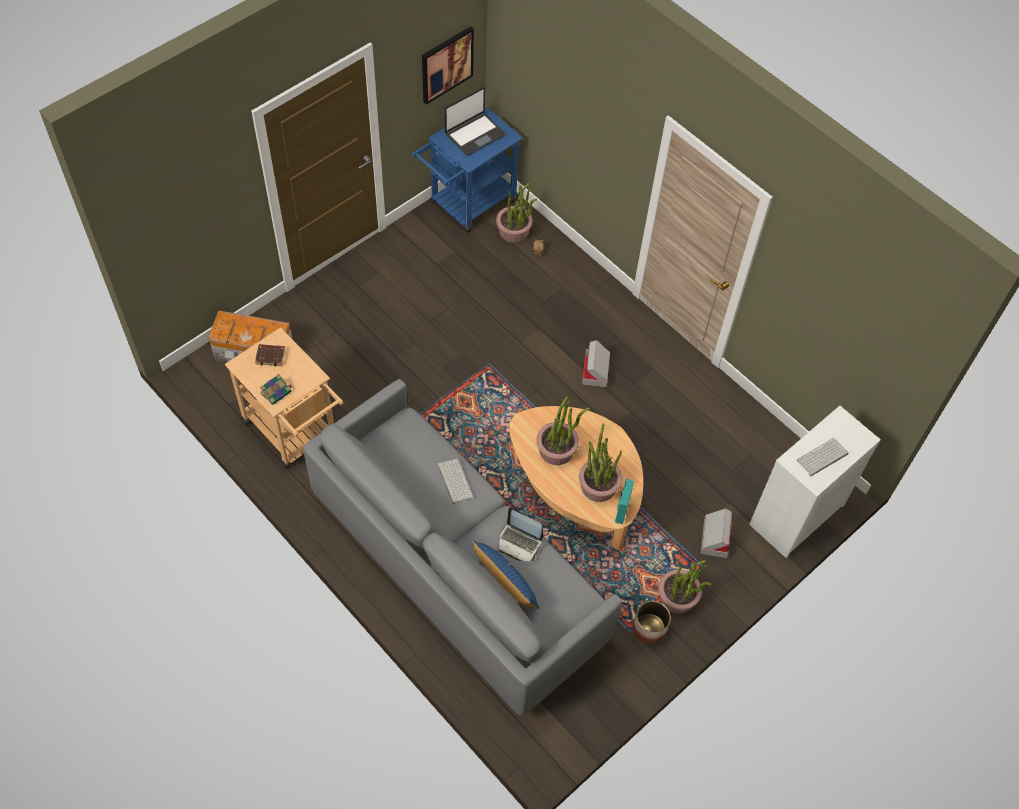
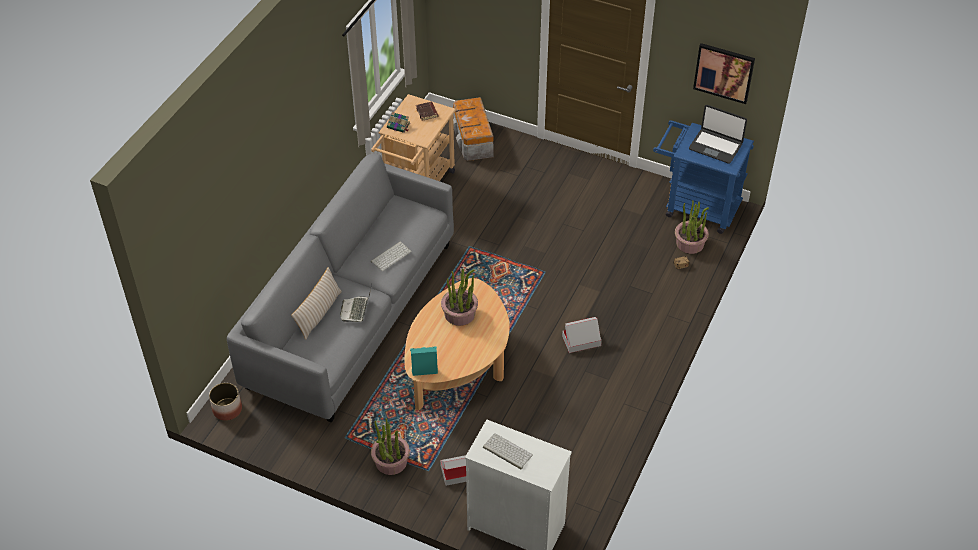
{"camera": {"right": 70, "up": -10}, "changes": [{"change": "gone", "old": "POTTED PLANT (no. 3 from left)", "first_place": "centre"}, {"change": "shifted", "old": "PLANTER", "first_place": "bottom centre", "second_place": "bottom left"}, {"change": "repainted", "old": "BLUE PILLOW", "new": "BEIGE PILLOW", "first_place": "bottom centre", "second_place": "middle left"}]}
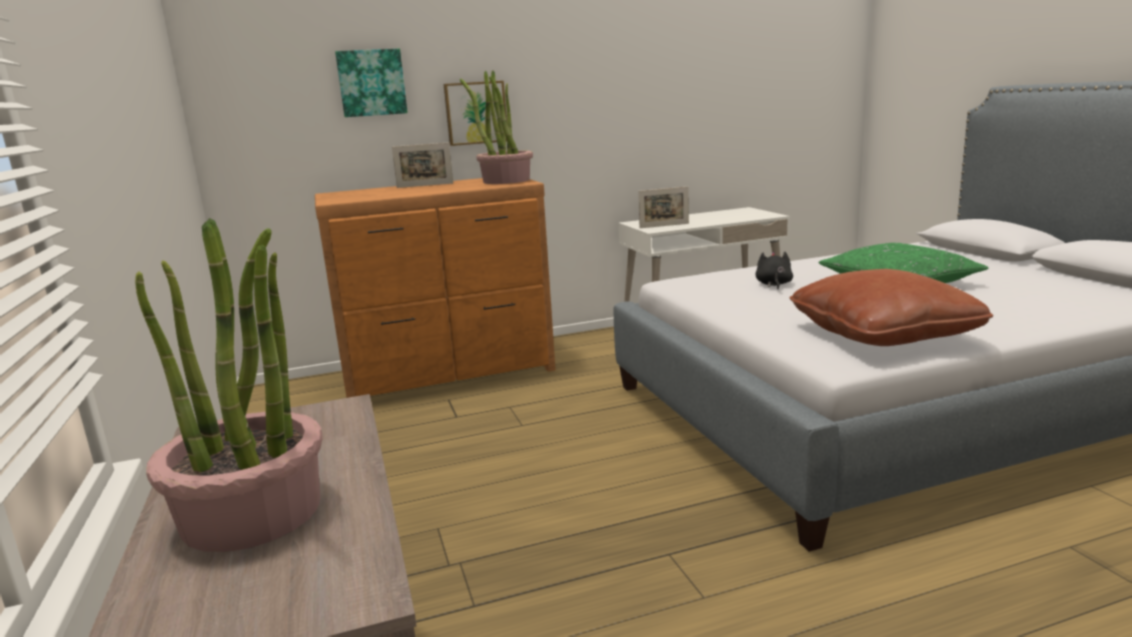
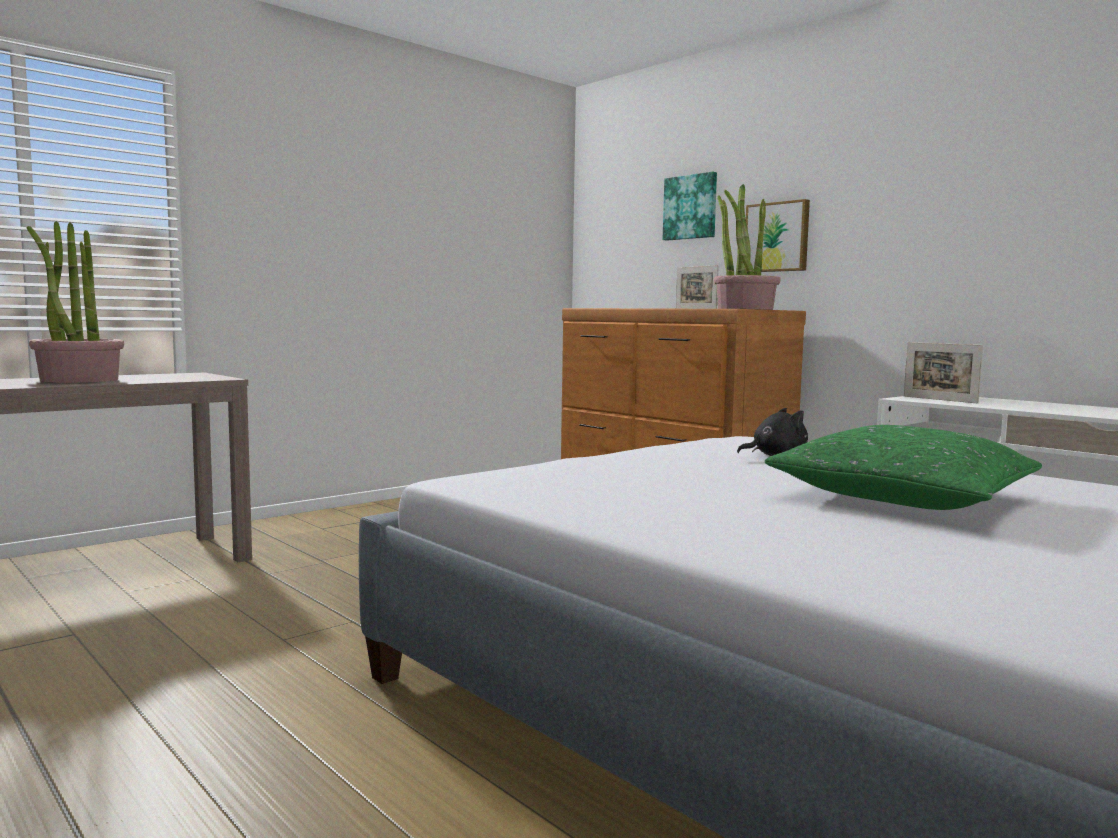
{"camera": {"right": 65, "up": -10}, "changes": [{"change": "gone", "old": "BROWN PILLOW", "first_place": "middle right"}]}
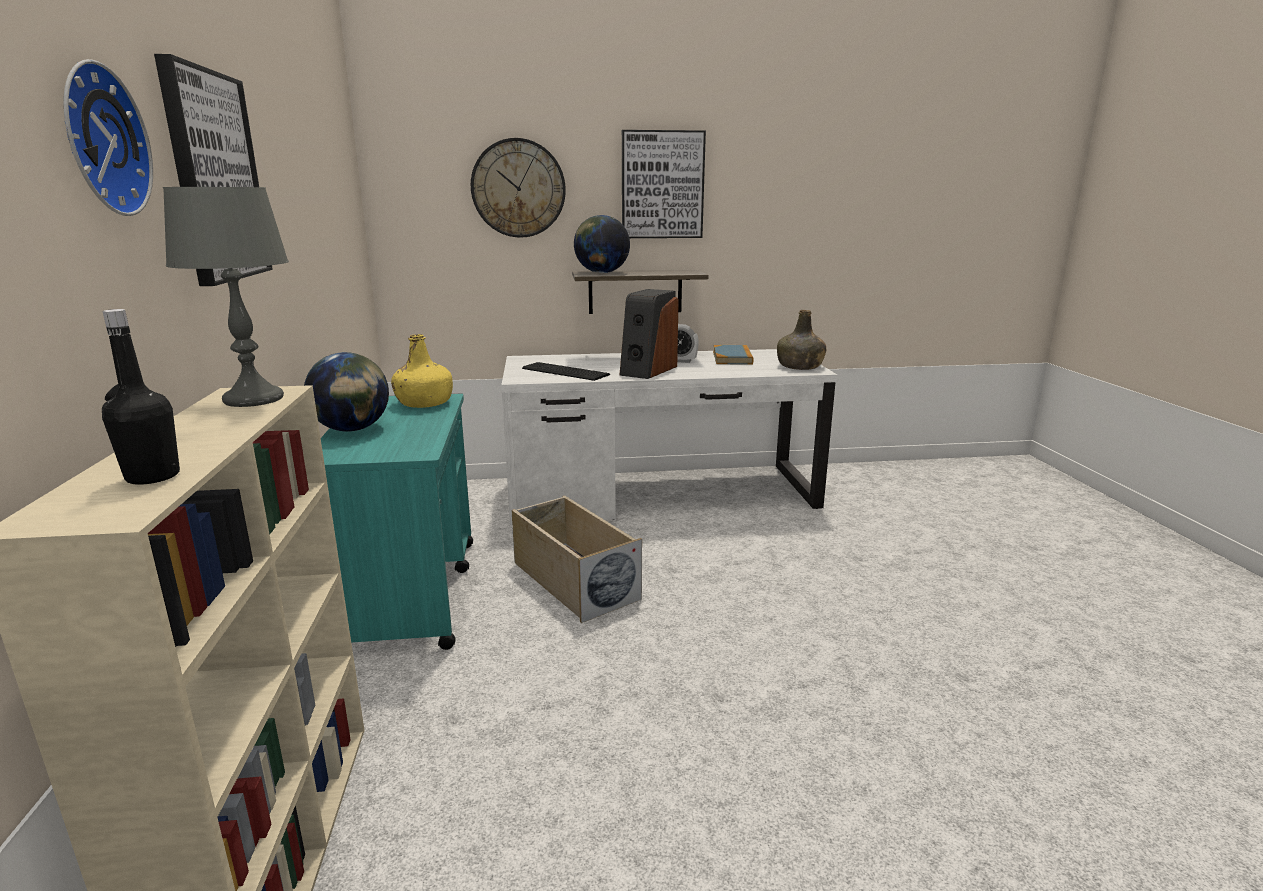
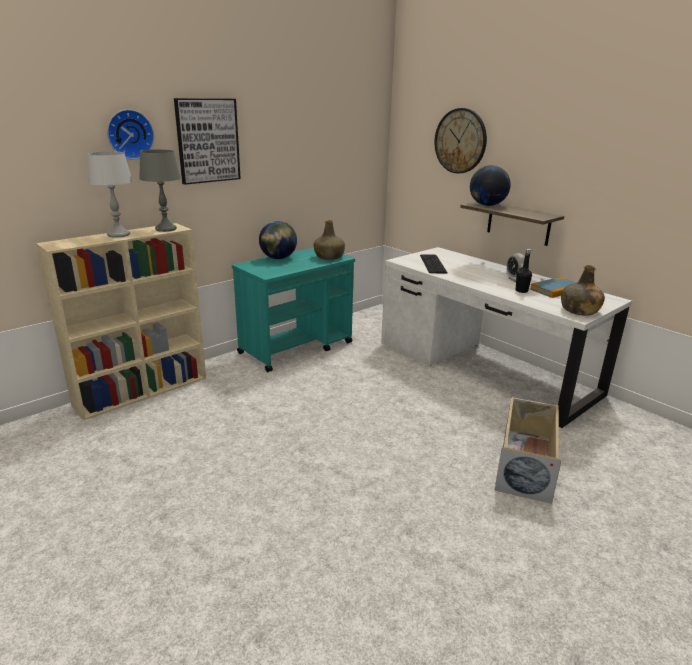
{"camera": {"right": 55, "up": 5}, "changes": [{"change": "gone", "old": "SPEAKER", "first_place": "centre"}, {"change": "gone", "old": "PICTURE (no. 2 from left)", "first_place": "top centre"}, {"change": "new", "new": "GREY TABLE LAMP (no. 1 from left)", "second_place": "top left"}, {"change": "shifted", "old": "BLACK BOTTLE", "first_place": "middle left", "second_place": "middle right"}, {"change": "shifted", "old": "BEIGE STORAGE BOX", "first_place": "centre", "second_place": "bottom right"}, {"change": "repainted", "old": "YELLOW BOTTLE", "new": "GREEN BOTTLE (no. 1 from left)", "first_place": "centre", "second_place": "centre"}]}
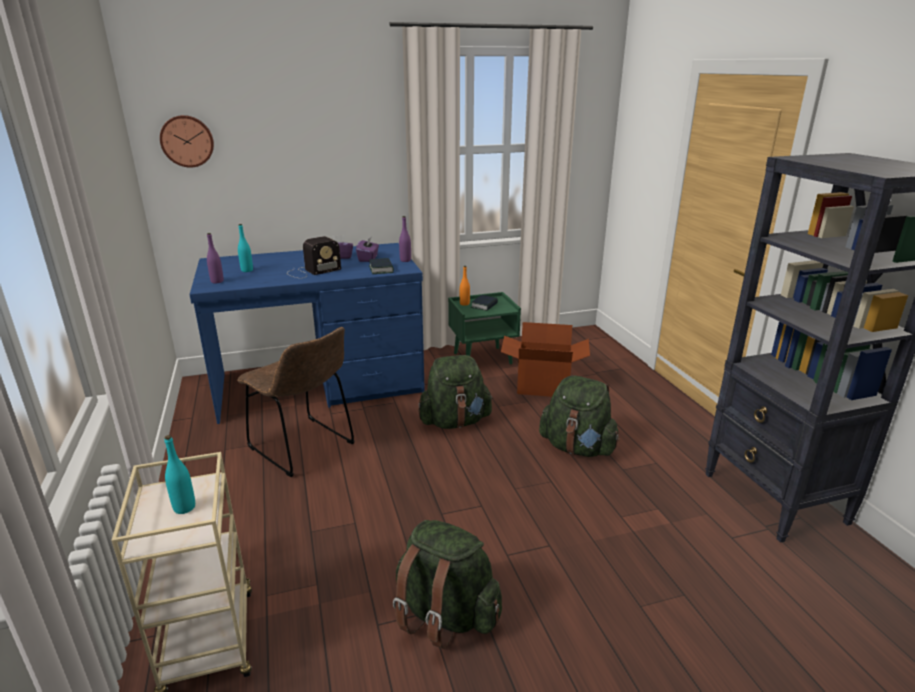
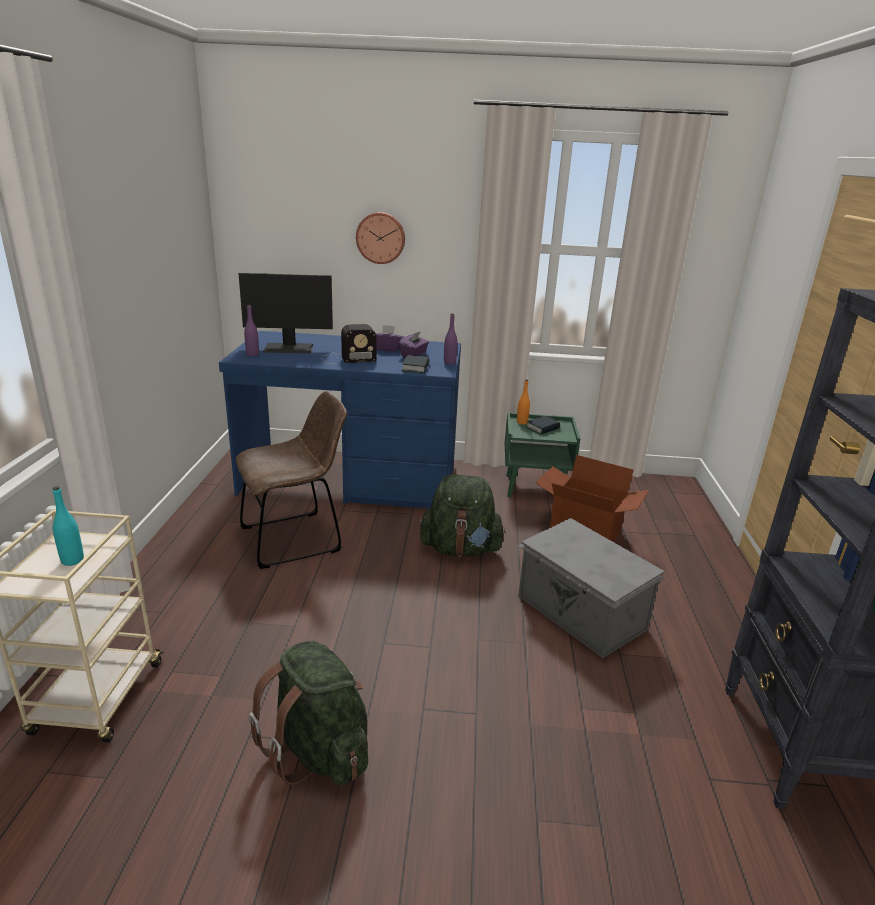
{"camera": {"right": 20, "up": 0}, "changes": [{"change": "shifted", "old": "WALL CLOCK", "first_place": "top left", "second_place": "top centre"}, {"change": "swapped", "old": "TURQUOISE BOTTLE (no. 2 from left)", "new": "MONITOR", "first_place": "middle left", "second_place": "middle left"}, {"change": "swapped", "old": "GREEN BACKPACK (no. 3 from left)", "new": "GREY STORAGE BOX", "first_place": "centre", "second_place": "middle right"}, {"change": "rotated", "old": "BROWN CHAIR", "first_place": "middle left", "second_place": "middle left", "degrees": -90}]}
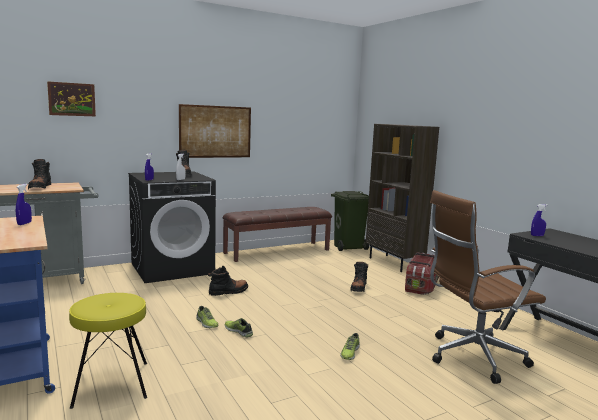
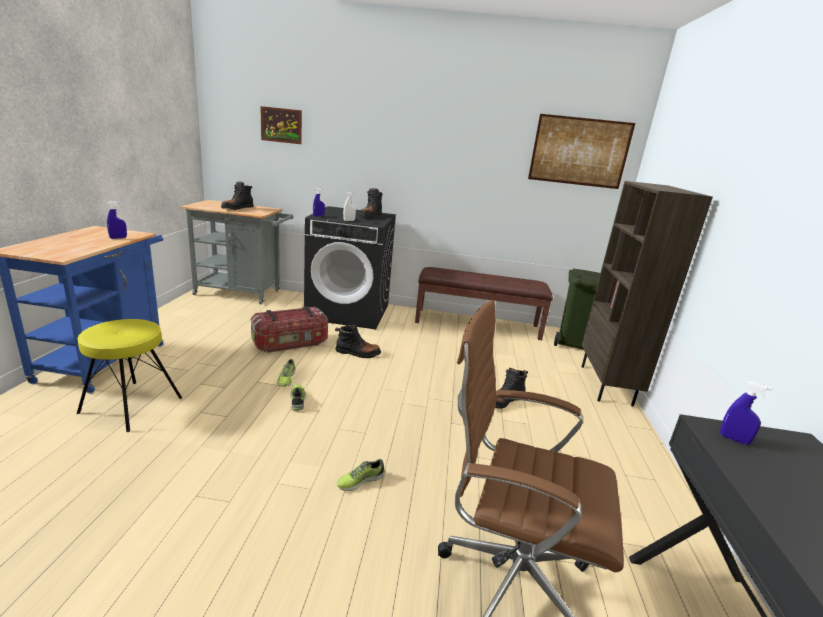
{"camera": {"right": 35, "up": 10}, "changes": [{"change": "shifted", "old": "PICTURE (no. 2 from left)", "first_place": "top centre", "second_place": "top right"}, {"change": "shifted", "old": "STORAGE BOX", "first_place": "middle right", "second_place": "centre"}]}
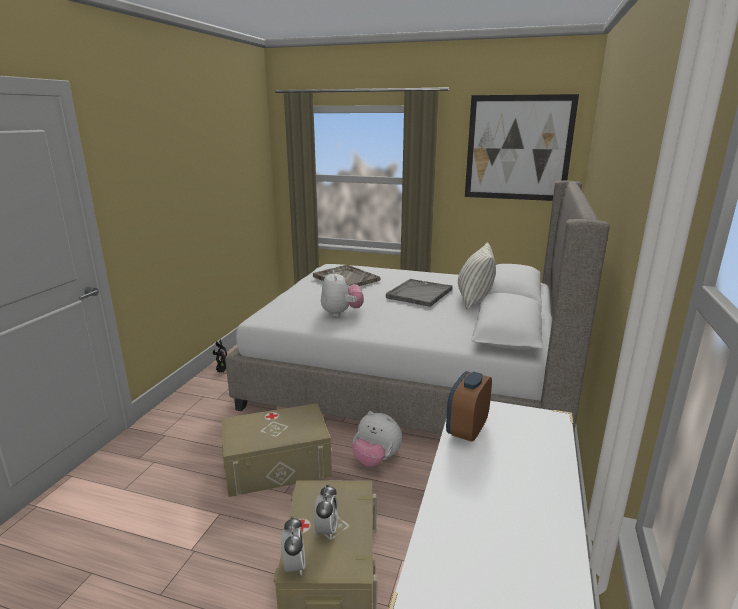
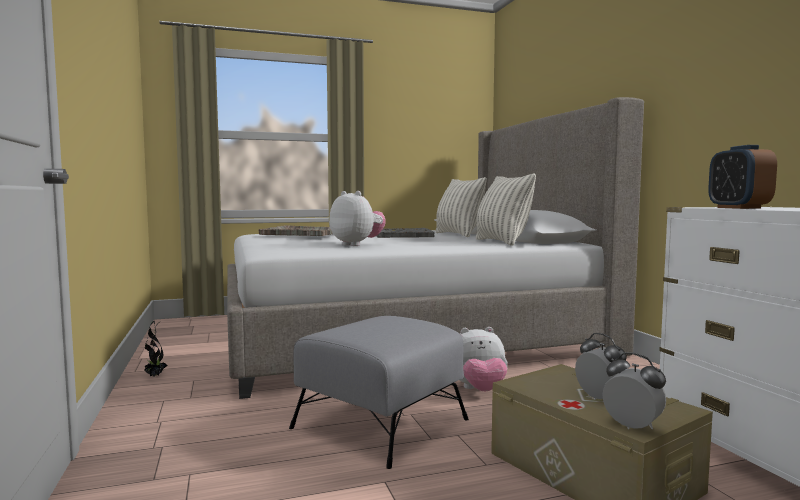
{"camera": {"right": -35, "up": -15}, "changes": [{"change": "gone", "old": "PICTURE", "first_place": "top right"}, {"change": "new", "new": "PILLOW (no. 2 from left)", "second_place": "centre"}, {"change": "swapped", "old": "BEIGE STORAGE BOX (no. 1 from left)", "new": "GREY OTTOMAN", "first_place": "bottom centre", "second_place": "bottom centre"}]}
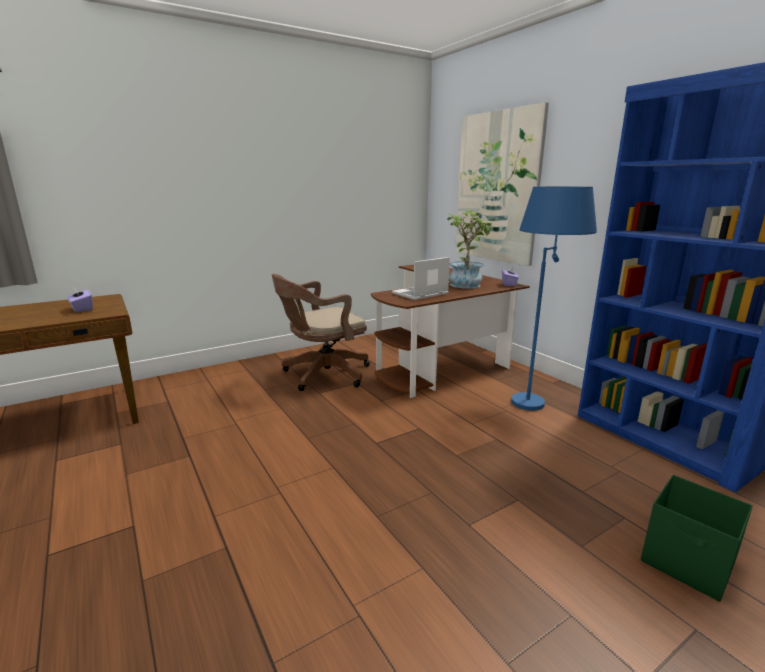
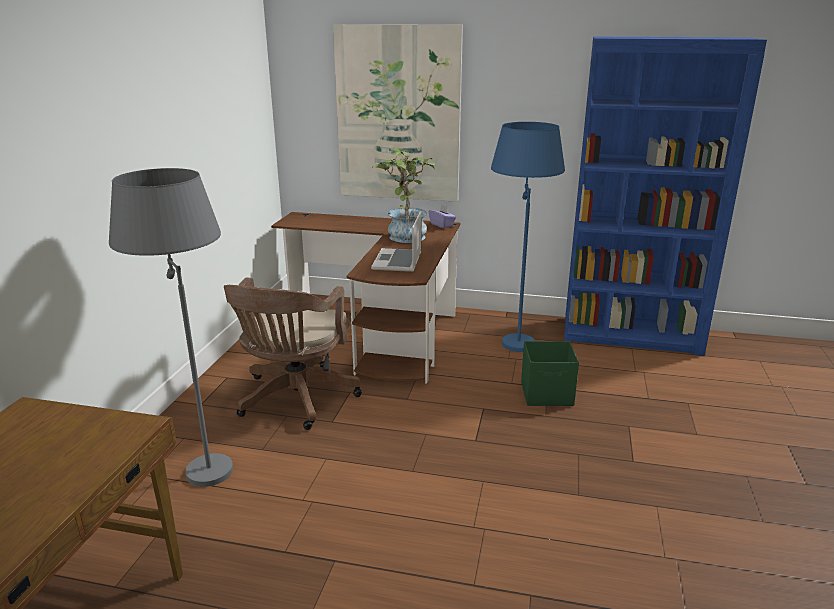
{"camera": {"right": -45, "up": 5}, "changes": [{"change": "gone", "old": "PURPLE TISSUE BOX (no. 1 from left)", "first_place": "middle left"}, {"change": "new", "new": "GREY FLOOR LAMP", "second_place": "middle left"}, {"change": "shifted", "old": "GREEN STORAGE BOX", "first_place": "bottom right", "second_place": "centre"}]}
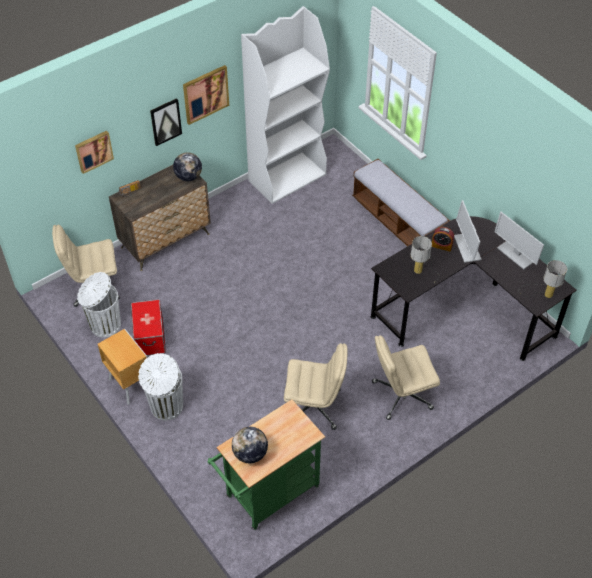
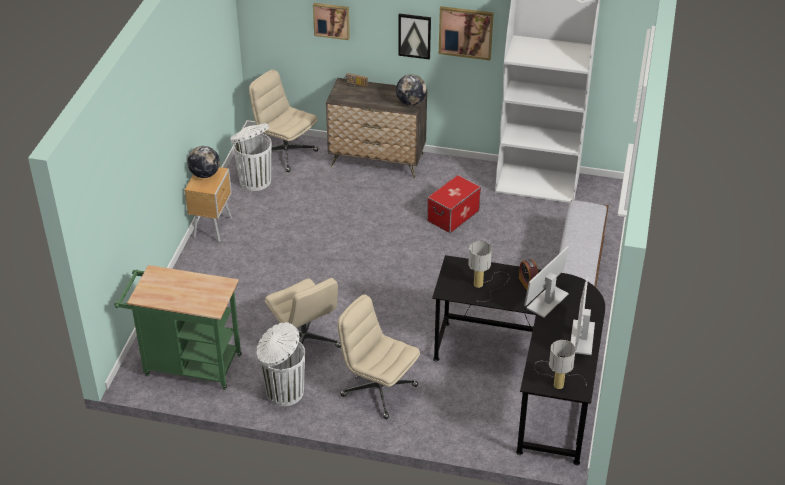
{"camera": {"right": 50, "up": -10}, "changes": [{"change": "shifted", "old": "STORAGE BOX", "first_place": "middle left", "second_place": "centre"}, {"change": "shifted", "old": "WHITE TRASH CAN (no. 2 from left)", "first_place": "bottom left", "second_place": "bottom centre"}, {"change": "shifted", "old": "GLOBE (no. 2 from left in the first image)", "new": "GLOBE (no. 1 from left)", "first_place": "bottom centre", "second_place": "middle left"}]}
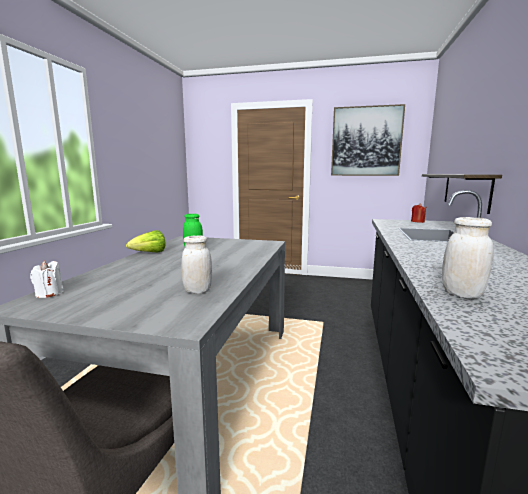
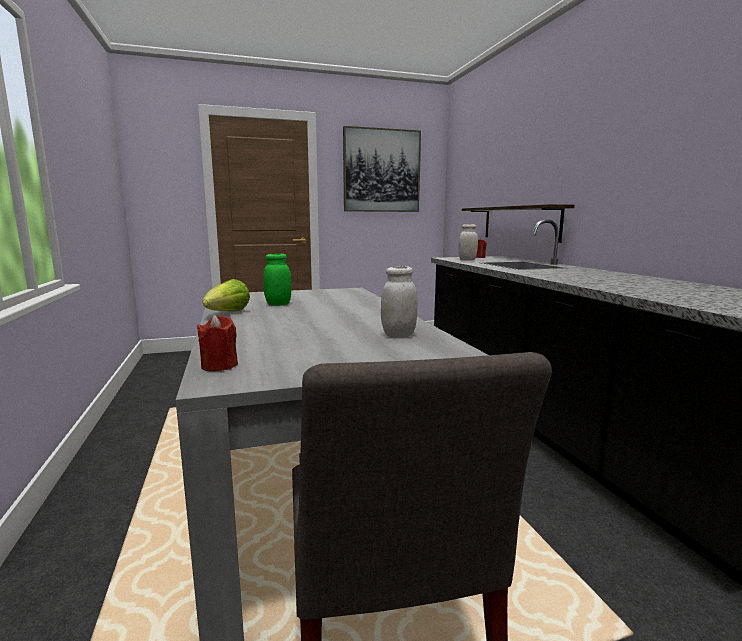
{"camera": {"right": -30, "up": 0}, "changes": [{"change": "shifted", "old": "WHITE JAR (no. 2 from left)", "first_place": "middle right", "second_place": "centre"}, {"change": "repainted", "old": "WHITE CANDLE", "new": "RED CANDLE (no. 1 from left)", "first_place": "middle left", "second_place": "middle left"}]}
